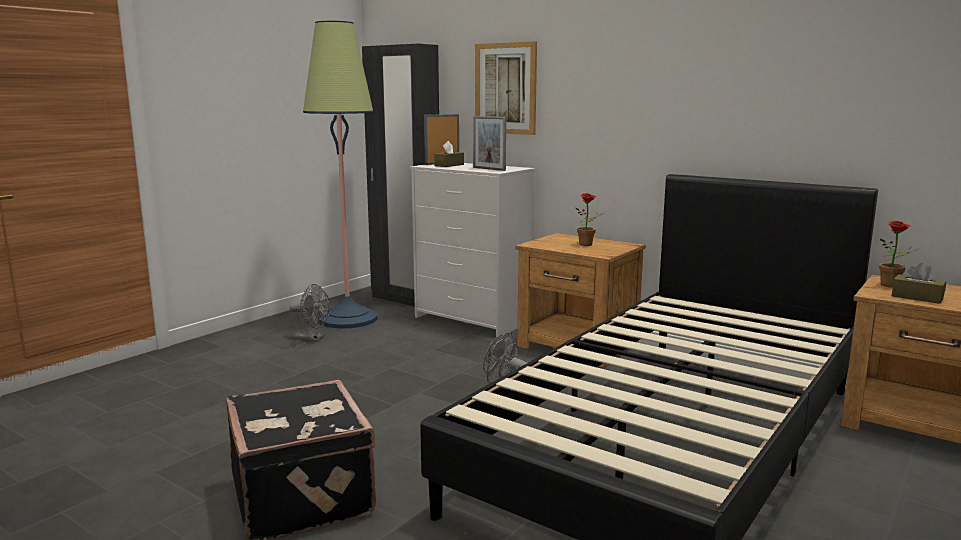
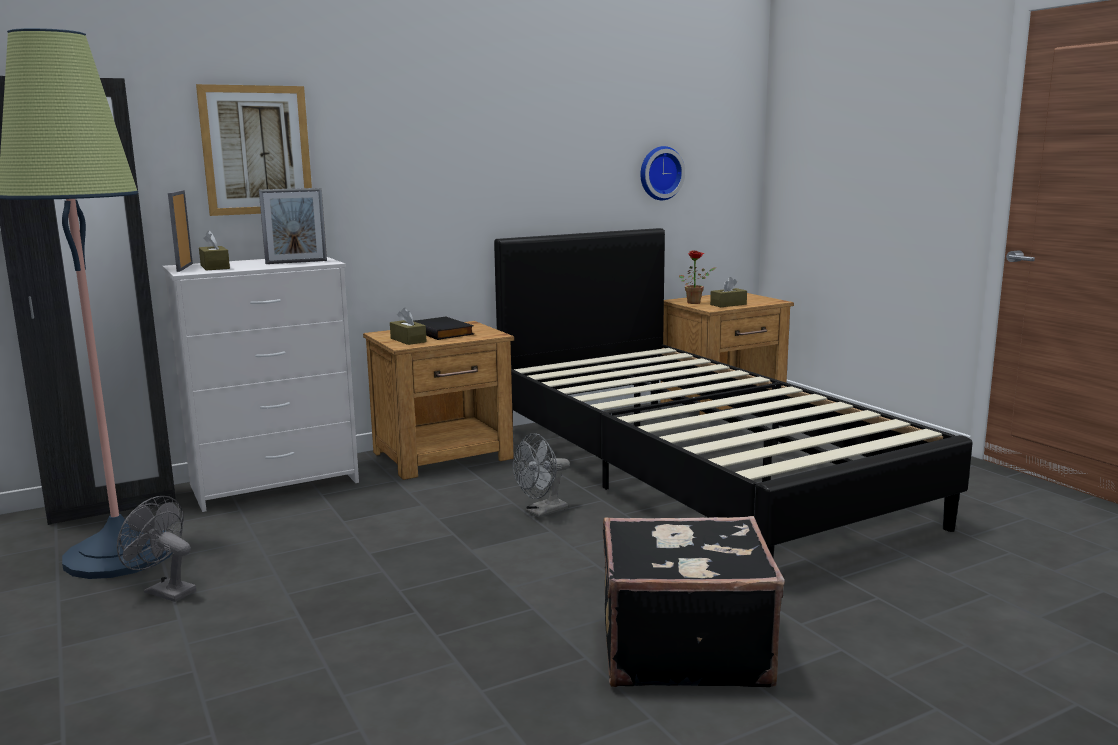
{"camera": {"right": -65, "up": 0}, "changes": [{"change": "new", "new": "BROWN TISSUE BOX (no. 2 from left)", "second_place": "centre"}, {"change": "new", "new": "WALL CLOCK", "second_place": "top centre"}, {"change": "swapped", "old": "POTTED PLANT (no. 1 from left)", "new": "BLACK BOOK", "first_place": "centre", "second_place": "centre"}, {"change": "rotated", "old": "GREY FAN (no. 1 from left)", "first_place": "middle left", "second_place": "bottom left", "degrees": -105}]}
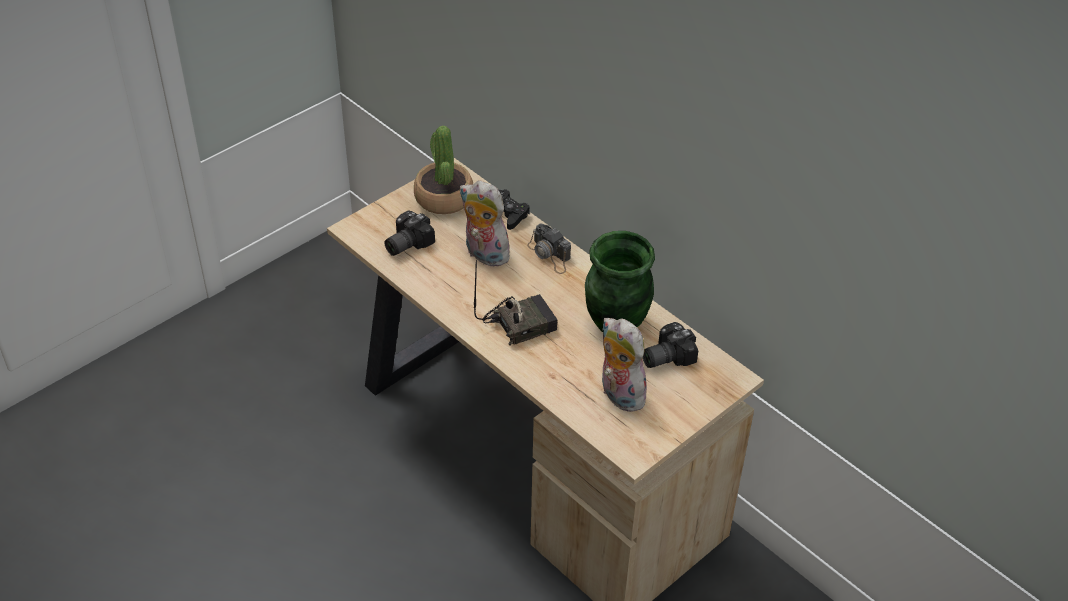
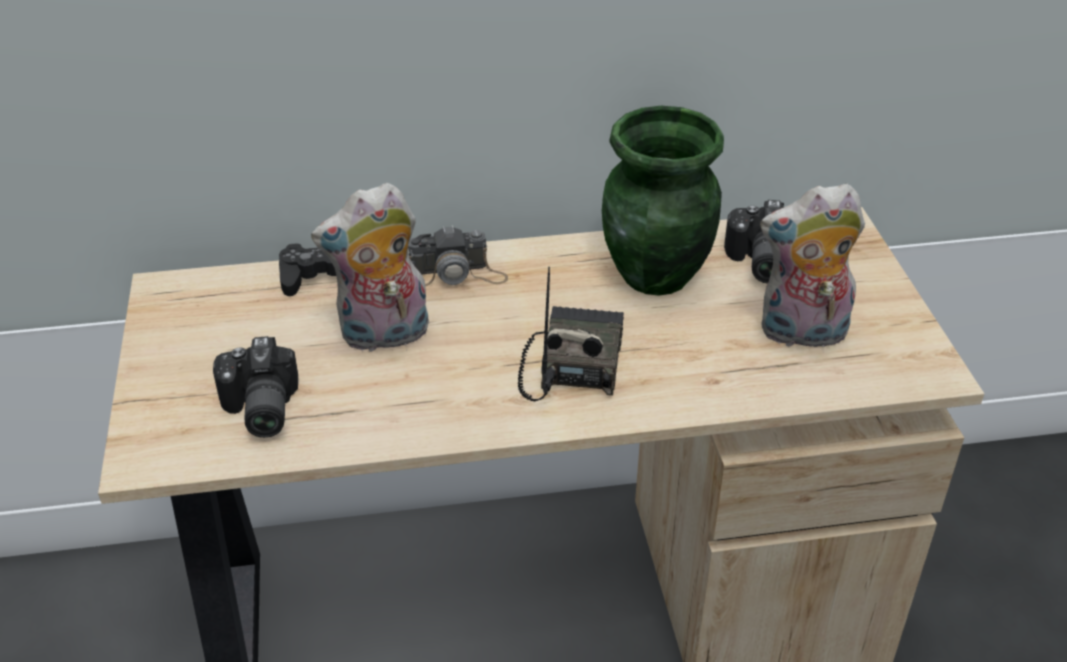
{"camera": {"right": -55, "up": -5}, "changes": [{"change": "gone", "old": "POTTED PLANT", "first_place": "top centre"}]}
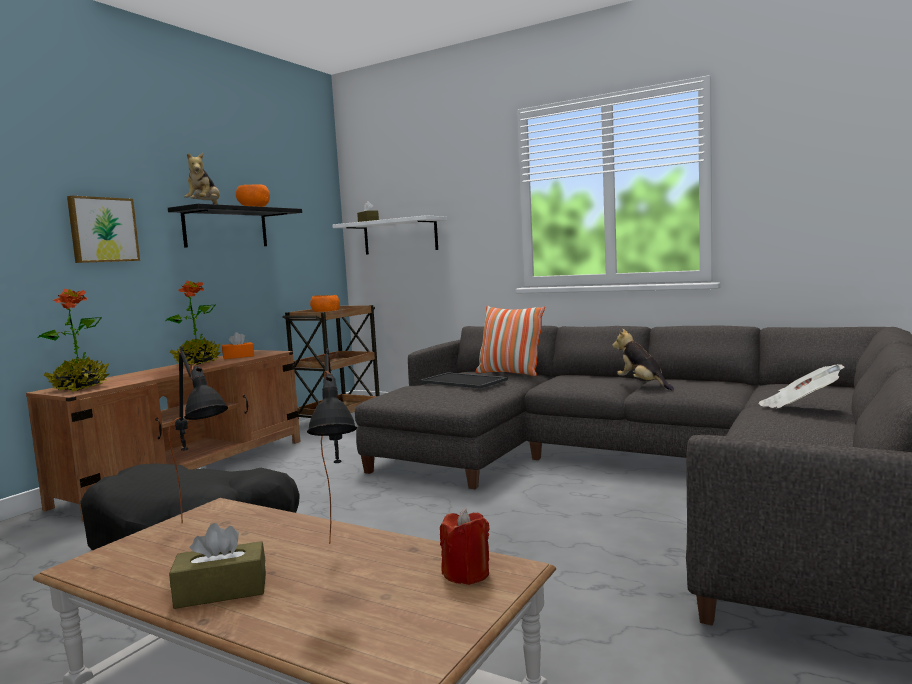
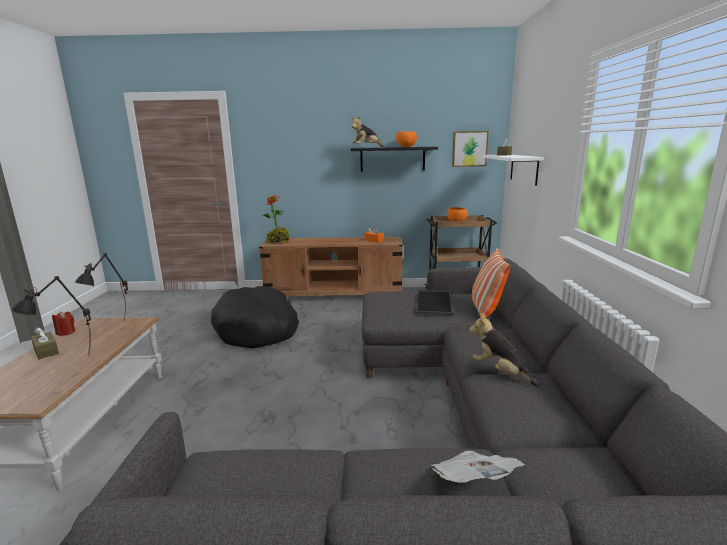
{"camera": {"right": 60, "up": 10}, "changes": [{"change": "gone", "old": "POTTED PLANT (no. 2 from left)", "first_place": "middle left"}, {"change": "shifted", "old": "PICTURE", "first_place": "middle left", "second_place": "top centre"}, {"change": "shifted", "old": "RED CANDLE", "first_place": "bottom centre", "second_place": "middle left"}, {"change": "rotated", "old": "PLUSH TOY (no. 2 from left)", "first_place": "middle right", "second_place": "middle right", "degrees": -75}]}
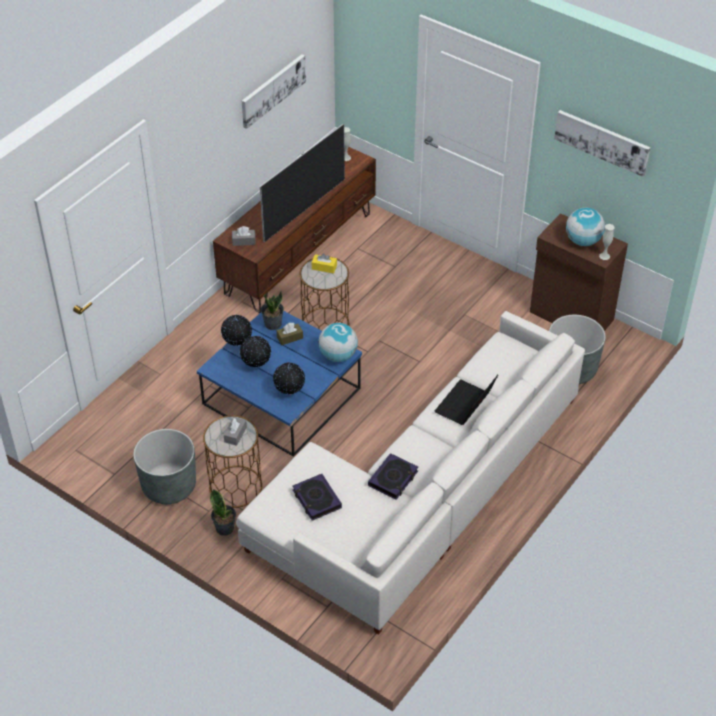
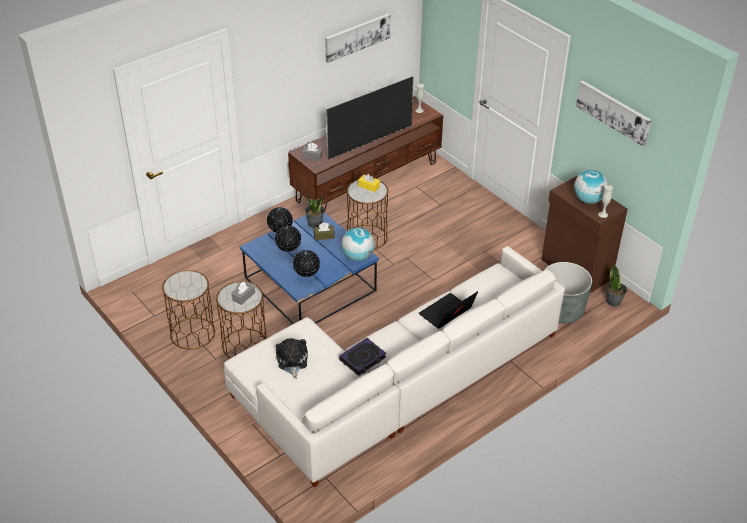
{"camera": {"right": 15, "up": -5}, "changes": [{"change": "shifted", "old": "POTTED PLANT (no. 1 from left in the first image)", "new": "POTTED PLANT (no. 2 from left)", "first_place": "bottom left", "second_place": "middle right"}, {"change": "swapped", "old": "GREY PLANTER (no. 1 from left)", "new": "BROWN SIDE TABLE (no. 1 from left)", "first_place": "middle left", "second_place": "middle left"}, {"change": "swapped", "old": "BOOK (no. 1 from left)", "new": "PLUSH TOY", "first_place": "bottom centre", "second_place": "bottom centre"}]}
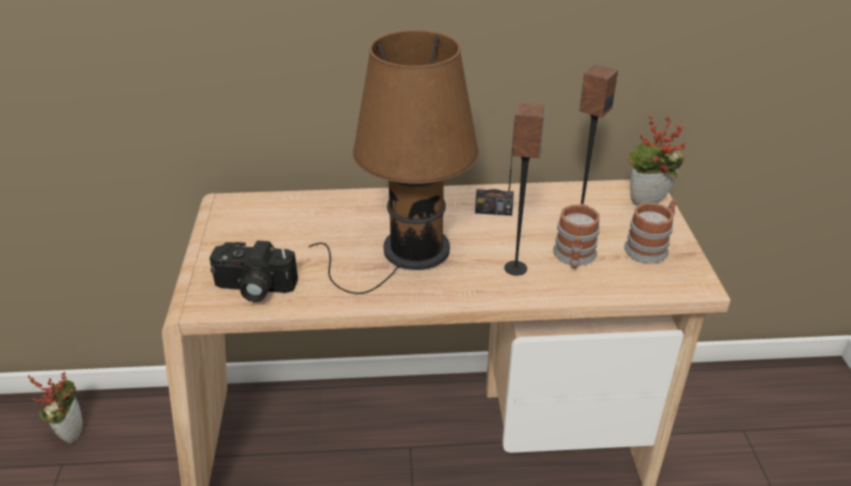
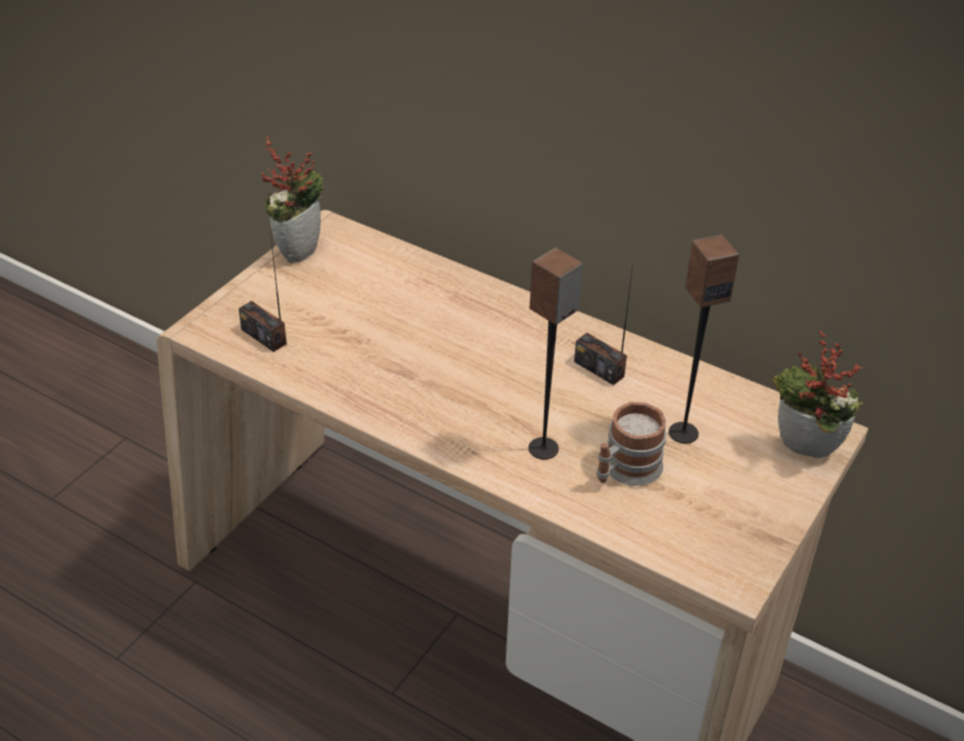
{"camera": {"right": 35, "up": 5}, "changes": [{"change": "gone", "old": "BROWN TABLE LAMP", "first_place": "centre"}, {"change": "gone", "old": "MUG (no. 2 from left)", "first_place": "middle right"}, {"change": "shifted", "old": "POTTED PLANT (no. 1 from left)", "first_place": "bottom left", "second_place": "top left"}, {"change": "swapped", "old": "PHOTO CAMERA", "new": "RADIO (no. 1 from left)", "first_place": "middle left", "second_place": "middle left"}]}
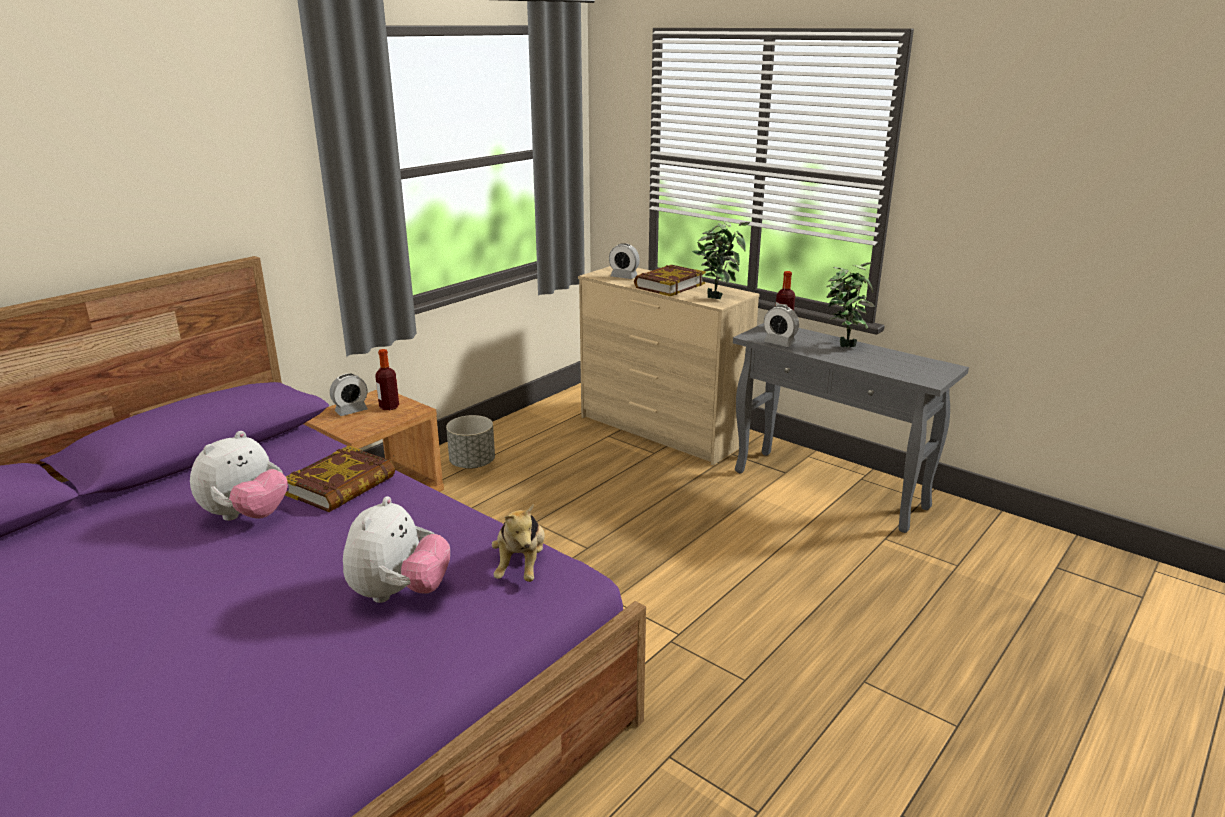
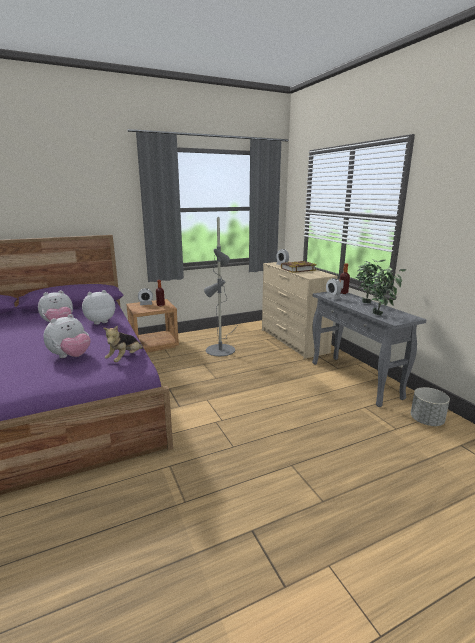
{"camera": {"right": 25, "up": -5}, "changes": [{"change": "new", "new": "GREY FLOOR LAMP", "second_place": "centre"}, {"change": "shifted", "old": "GREY PLANTER", "first_place": "centre", "second_place": "middle right"}, {"change": "shifted", "old": "POTTED PLANT (no. 1 from left in the first image)", "new": "POTTED PLANT (no. 2 from left)", "first_place": "top centre", "second_place": "middle right"}, {"change": "swapped", "old": "BOOK (no. 1 from left)", "new": "PLUSH TOY (no. 3 from left)", "first_place": "middle left", "second_place": "middle left"}]}
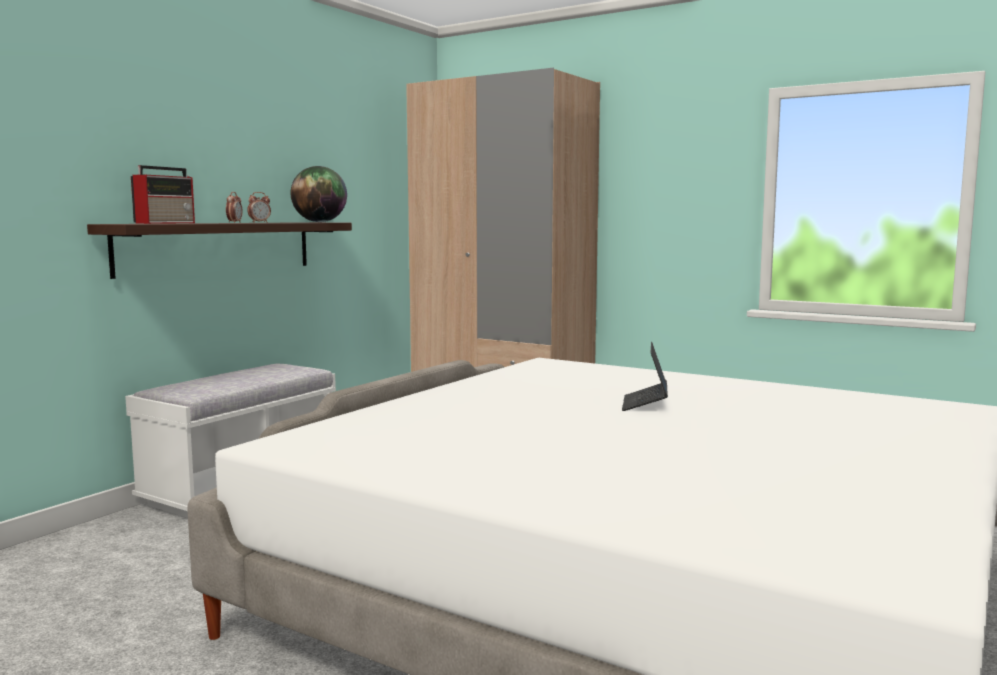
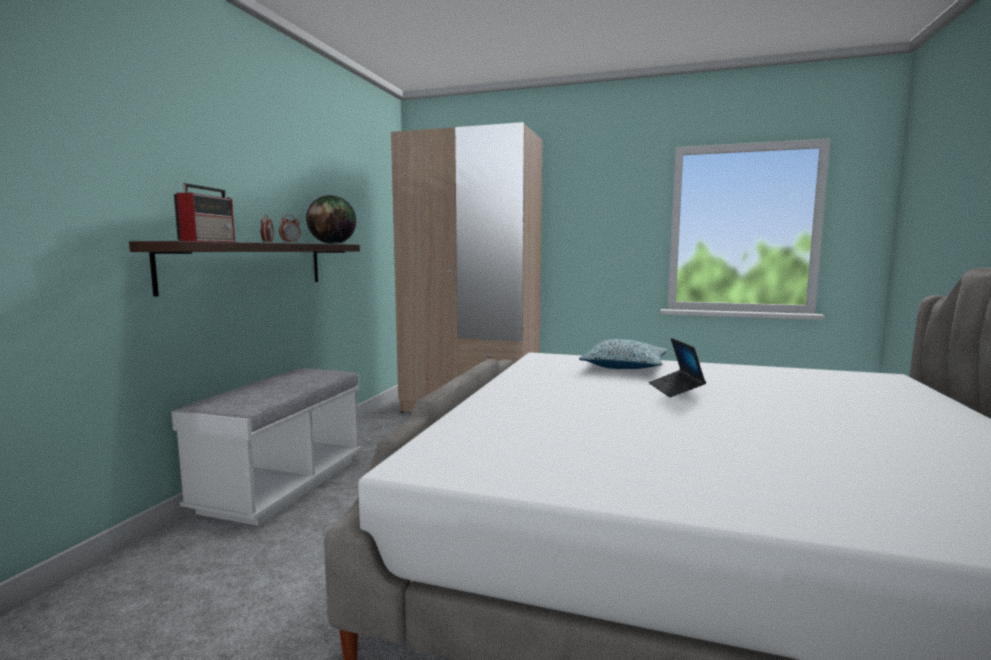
{"camera": {"right": -15, "up": 0}, "changes": [{"change": "new", "new": "PILLOW", "second_place": "centre"}]}
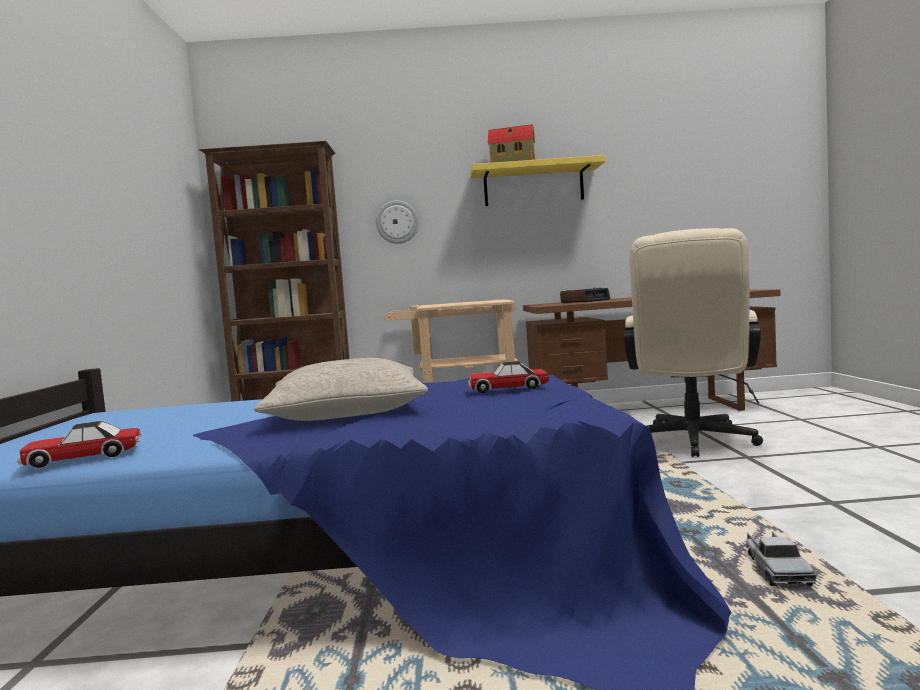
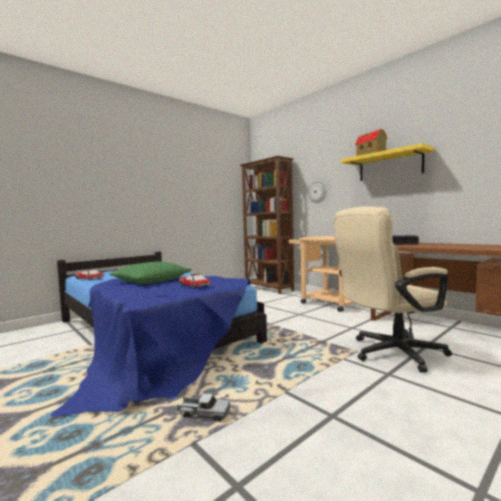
{"camera": {"right": 50, "up": 0}, "changes": [{"change": "repainted", "old": "BEIGE PILLOW", "new": "GREEN PILLOW", "first_place": "centre", "second_place": "middle left"}, {"change": "rotated", "old": "TOY TRUCK", "first_place": "bottom right", "second_place": "bottom centre", "degrees": -135}]}
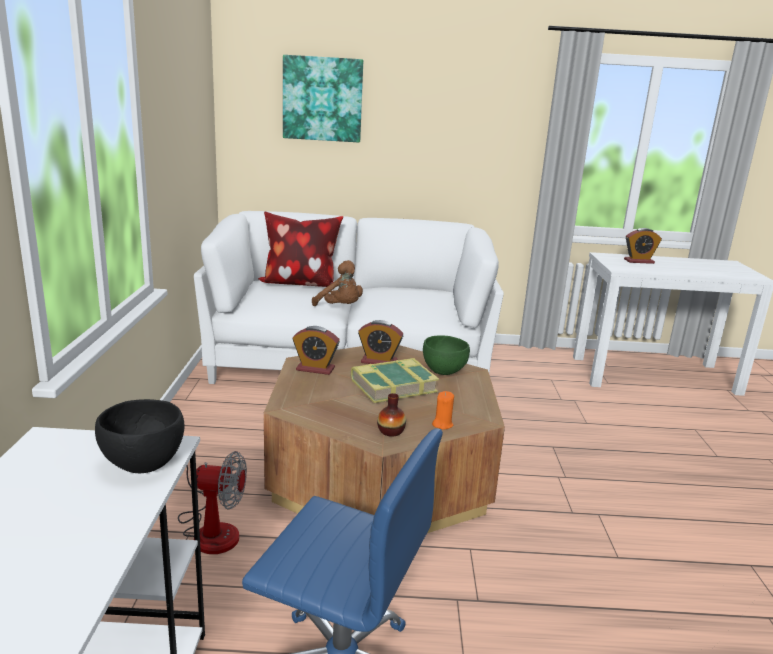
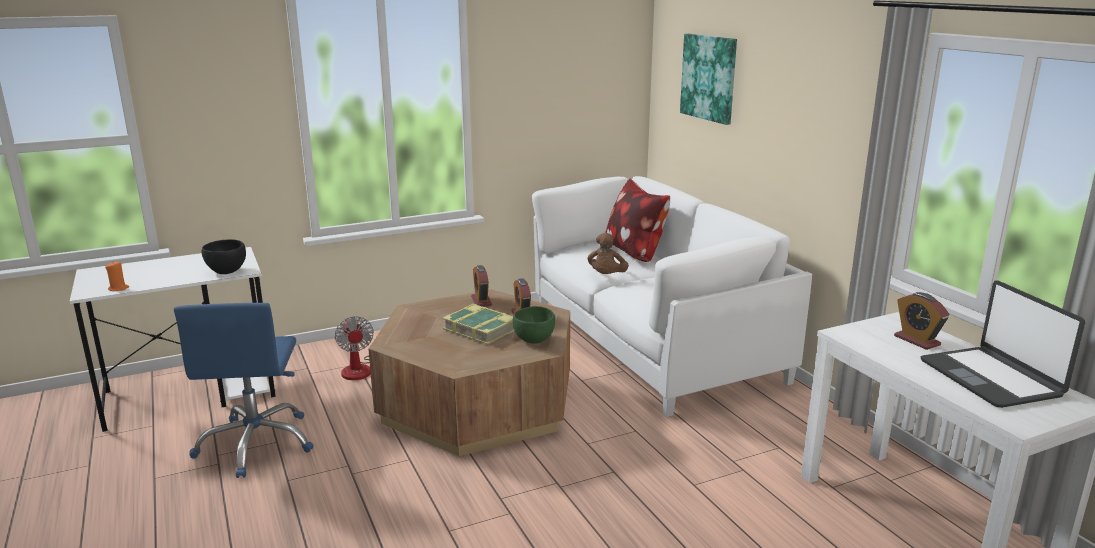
{"camera": {"right": 65, "up": 0}, "changes": [{"change": "gone", "old": "VASE", "first_place": "centre"}, {"change": "new", "new": "LAPTOP", "second_place": "middle right"}, {"change": "shifted", "old": "ORANGE CANDLE", "first_place": "centre", "second_place": "middle left"}]}
